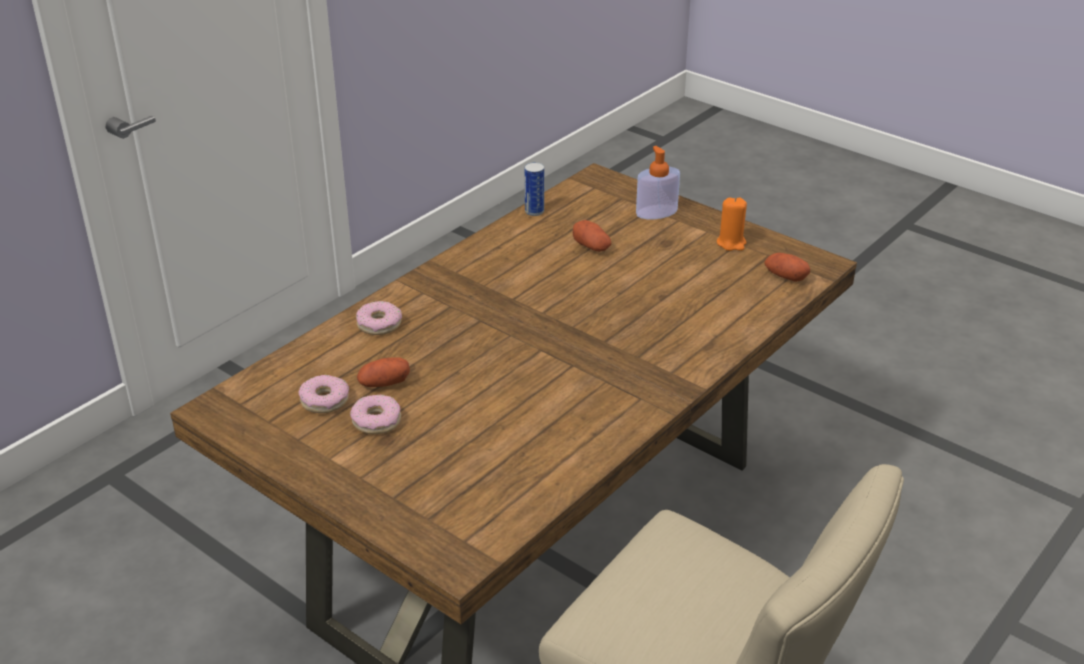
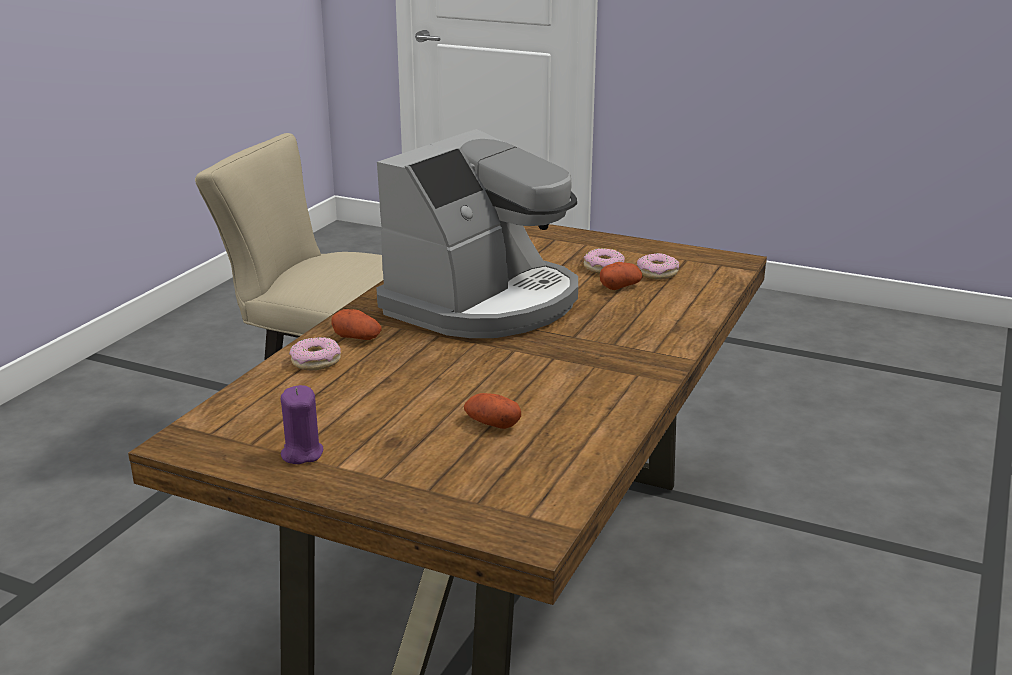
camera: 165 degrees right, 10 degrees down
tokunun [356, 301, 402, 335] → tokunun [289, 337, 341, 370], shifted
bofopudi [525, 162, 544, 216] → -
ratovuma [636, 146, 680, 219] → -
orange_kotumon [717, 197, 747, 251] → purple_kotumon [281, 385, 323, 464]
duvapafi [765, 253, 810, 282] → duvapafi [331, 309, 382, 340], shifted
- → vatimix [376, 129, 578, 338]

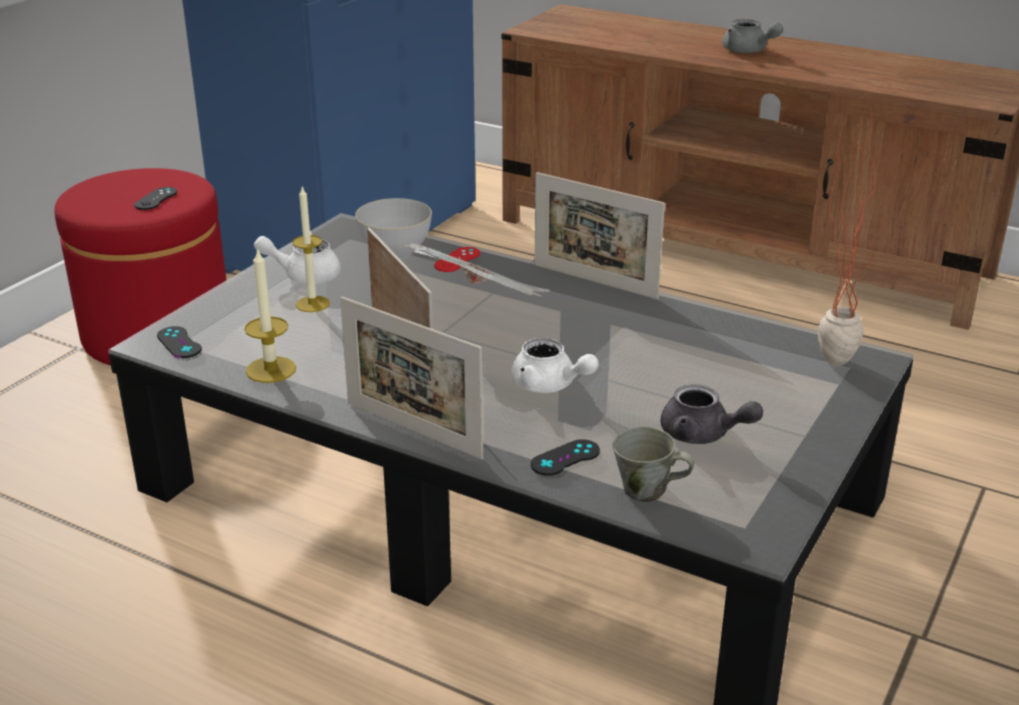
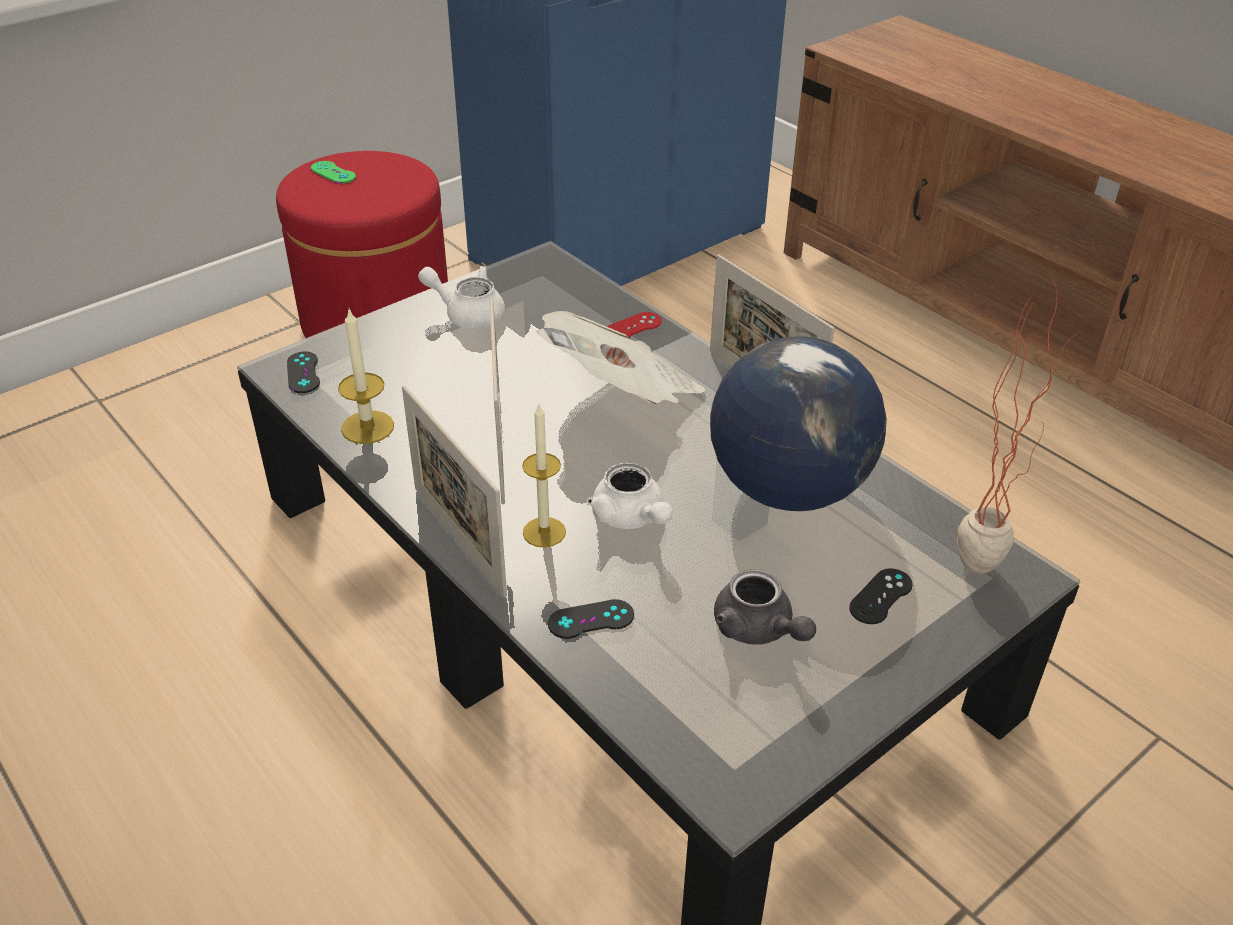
camera: 20 degrees right, 10 degrees up
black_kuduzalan [134, 187, 177, 210] → black_kuduzalan [849, 568, 913, 624], shifted
kotumon [292, 186, 330, 312] → kotumon [522, 405, 566, 548], shifted
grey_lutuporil [355, 198, 432, 259] → -
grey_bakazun [613, 427, 694, 502] → -
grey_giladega [722, 19, 783, 53] → -
- → green_kuduzalan [311, 161, 356, 183]
- → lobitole [710, 336, 887, 511]

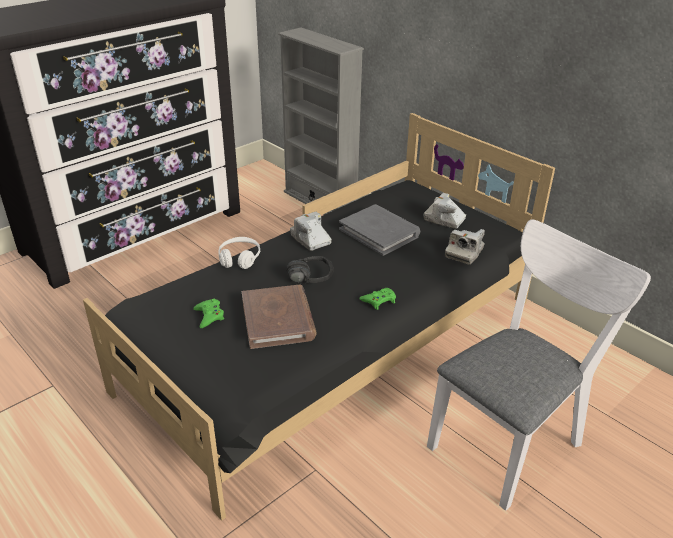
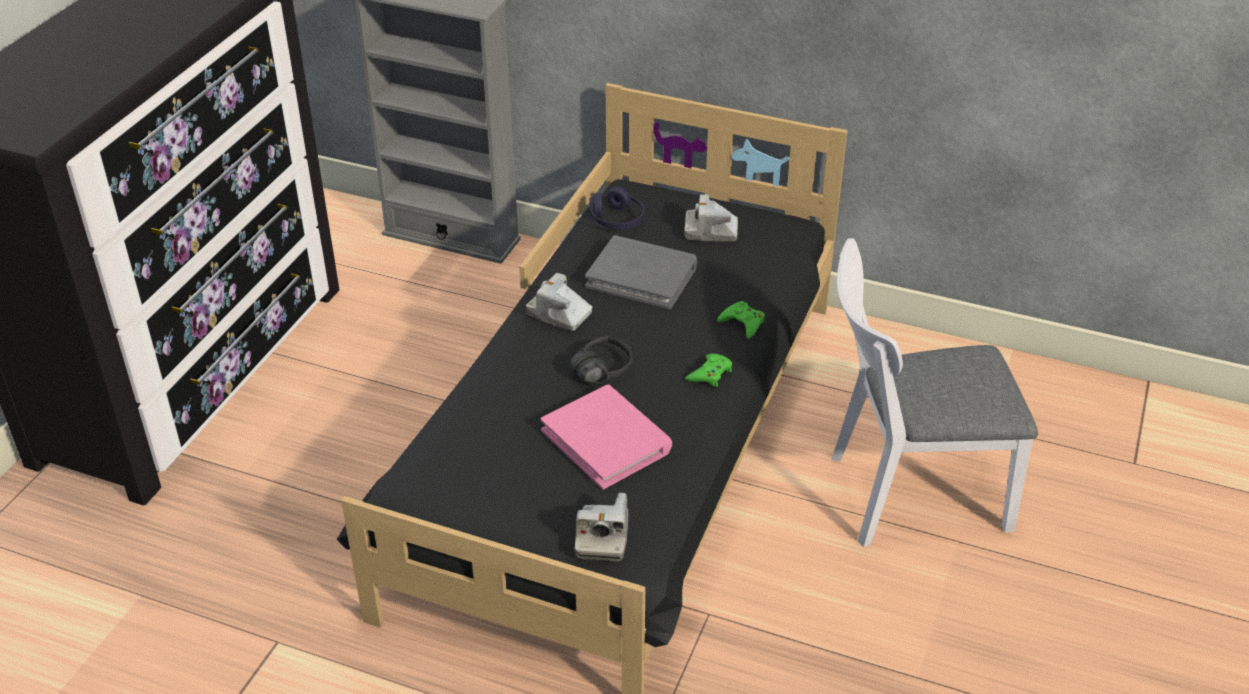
camera: 25 degrees left, 5 degrees up
green_kuduzalan [193, 299, 224, 328] → green_kuduzalan [717, 301, 765, 339], shifted
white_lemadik [218, 237, 260, 269] → -
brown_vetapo [242, 285, 316, 349] → pink_vetapo [541, 385, 672, 489]
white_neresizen [427, 219, 651, 511] → white_neresizen [831, 238, 1038, 547], 120 degrees counterclockwise
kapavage [445, 229, 485, 265] → kapavage [575, 493, 629, 561], shifted
- → purple_lemadik [590, 186, 645, 229]

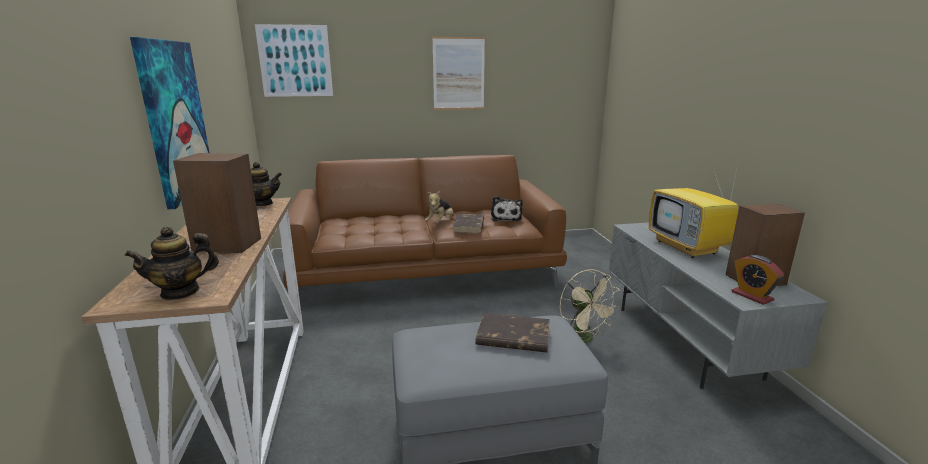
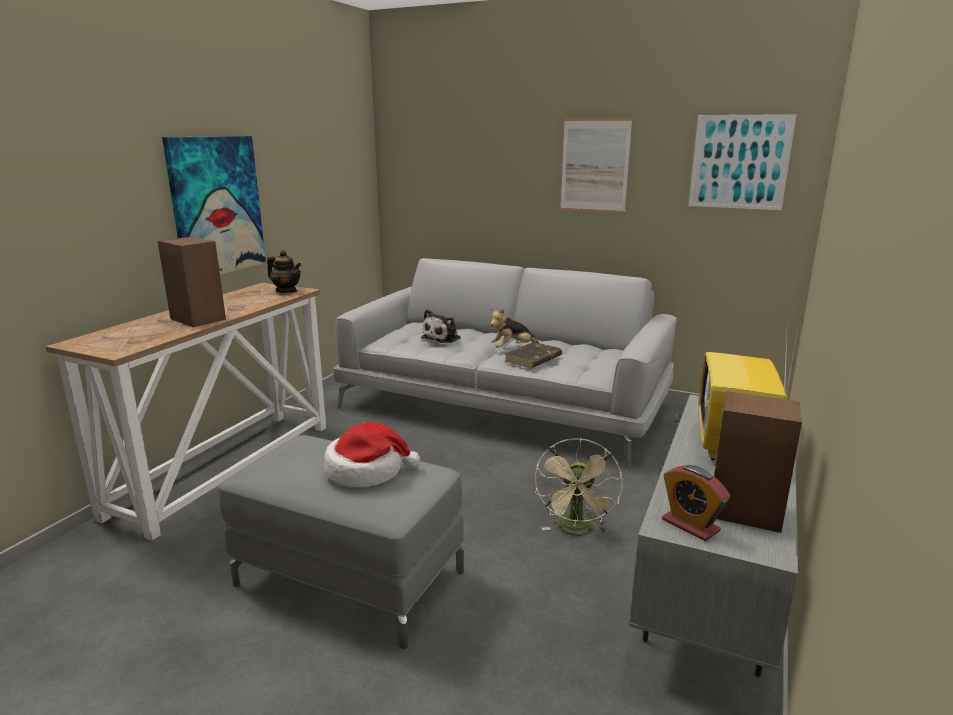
camera: 35 degrees right, 0 degrees up
giladega [125, 226, 219, 300] → -
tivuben [255, 24, 333, 97] → tivuben [689, 114, 797, 210], shifted
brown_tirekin [283, 155, 567, 291] → grey_tirekin [334, 258, 677, 467]
brown_vetapo [475, 313, 550, 353] → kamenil [324, 422, 420, 488]
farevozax [491, 196, 523, 221] → farevozax [421, 309, 461, 343], shifted
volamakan [731, 255, 784, 305] → volamakan [662, 465, 730, 541], 45 degrees counterclockwise

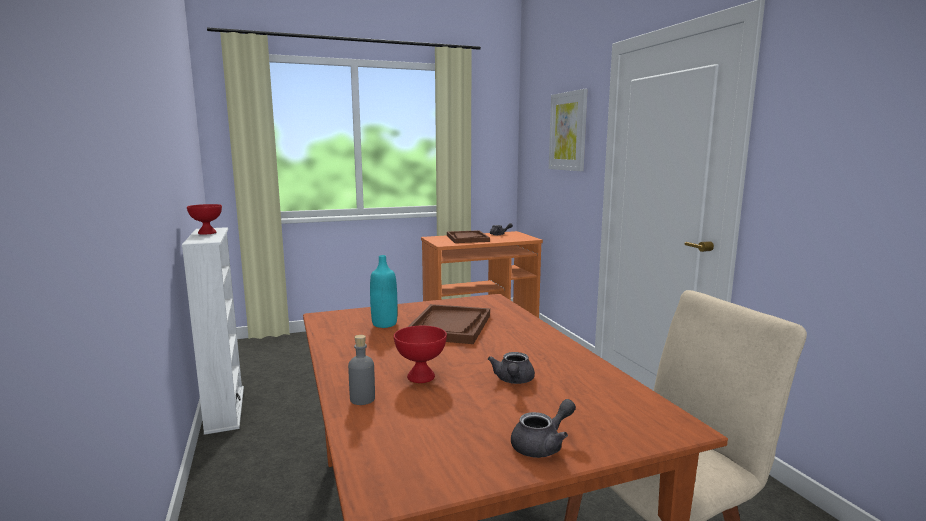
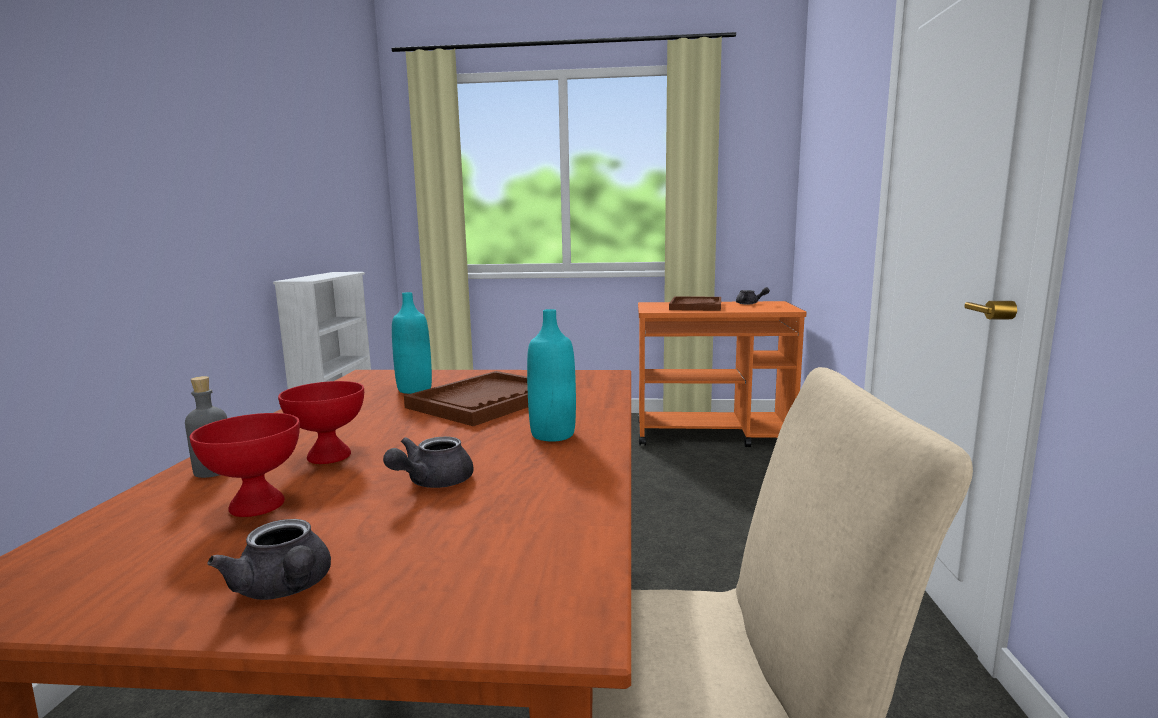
camera: 25 degrees right, 0 degrees up
red_lutuporil [187, 204, 222, 235] → red_lutuporil [190, 413, 300, 517], shifted
grey_giladega [511, 399, 576, 458] → grey_giladega [207, 519, 331, 600], 60 degrees clockwise
tivuben [549, 89, 588, 171] → -
- → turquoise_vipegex [527, 309, 576, 442]

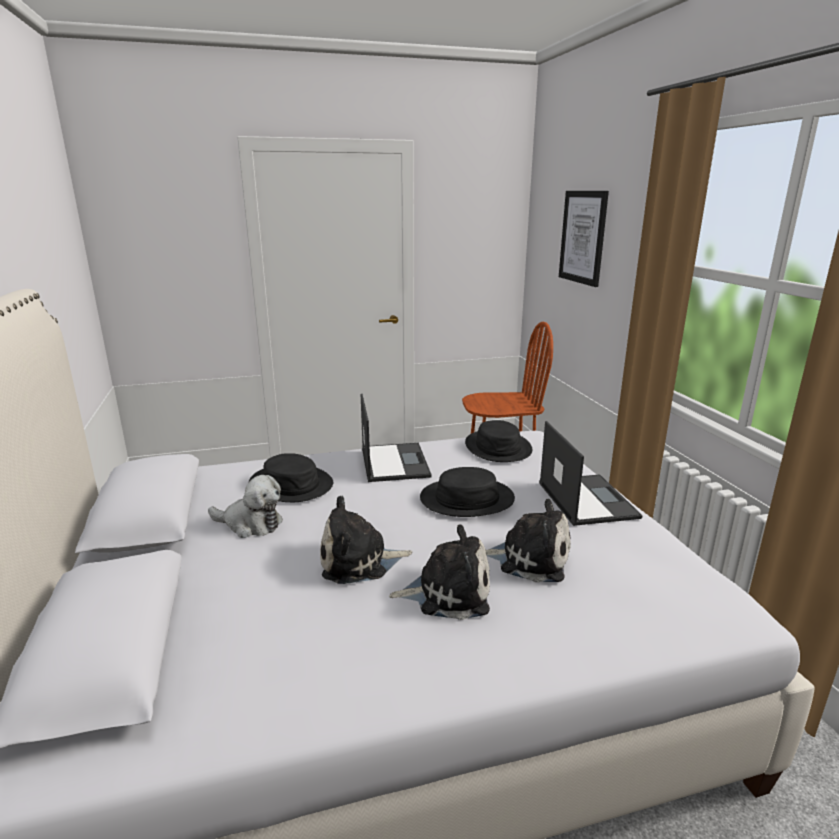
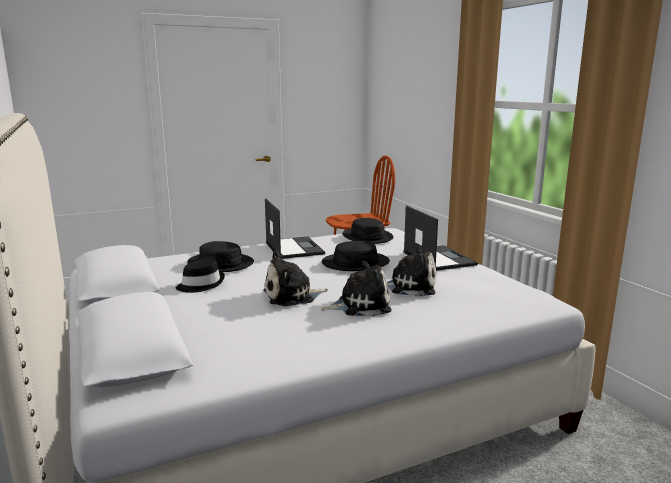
camera: 10 degrees left, 5 degrees down
farevozax [208, 475, 283, 538] → black_kamenil [176, 258, 225, 293]
tivuben [559, 191, 609, 287] → -

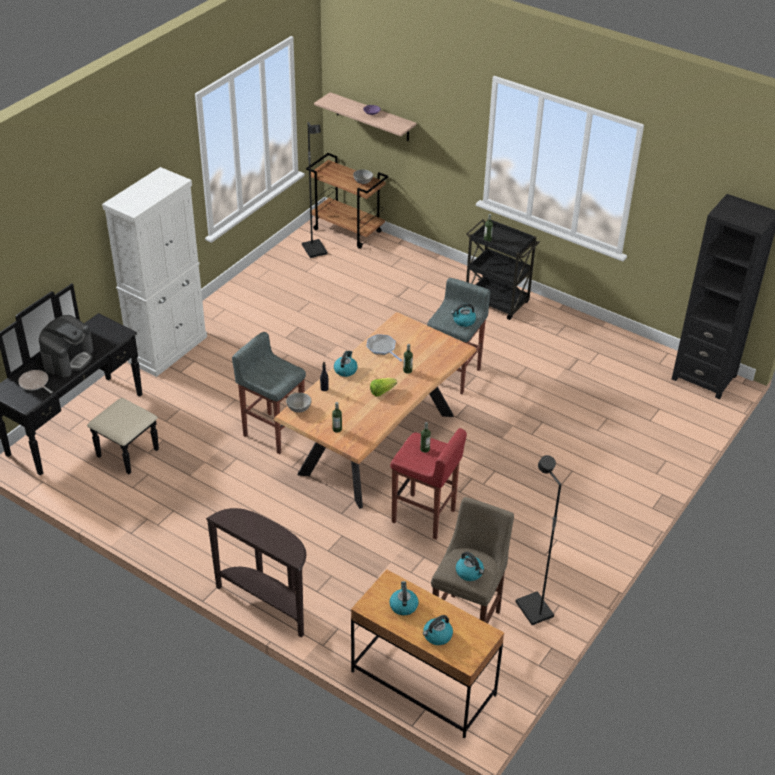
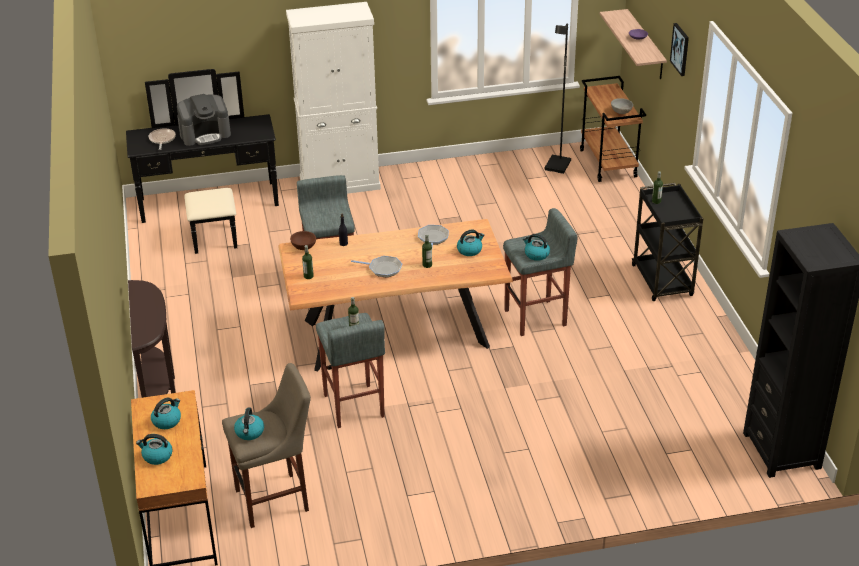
camera: 45 degrees right, 5 degrees down
grey_lutuporil [286, 393, 312, 413] → brown_lutuporil [290, 231, 316, 250]
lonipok [334, 351, 358, 377] → lonipok [457, 230, 484, 256], shifted
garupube [370, 378, 397, 397] → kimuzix [351, 256, 402, 278]
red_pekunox [390, 428, 467, 539] → grey_pekunox [316, 313, 385, 428]
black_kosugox [515, 455, 562, 625] → -
- → tivuben [670, 23, 689, 76]

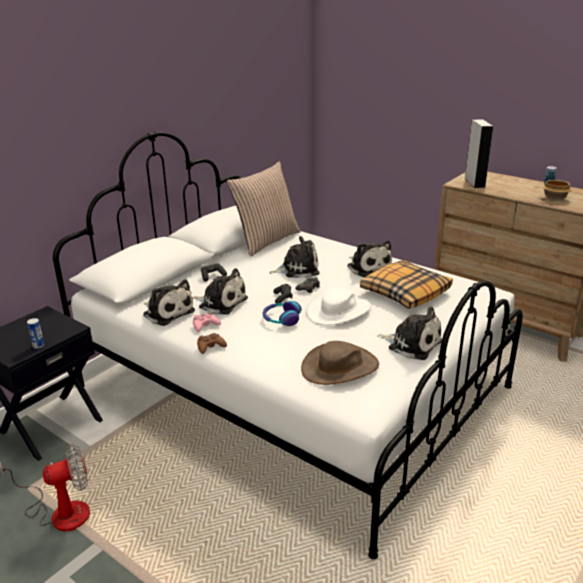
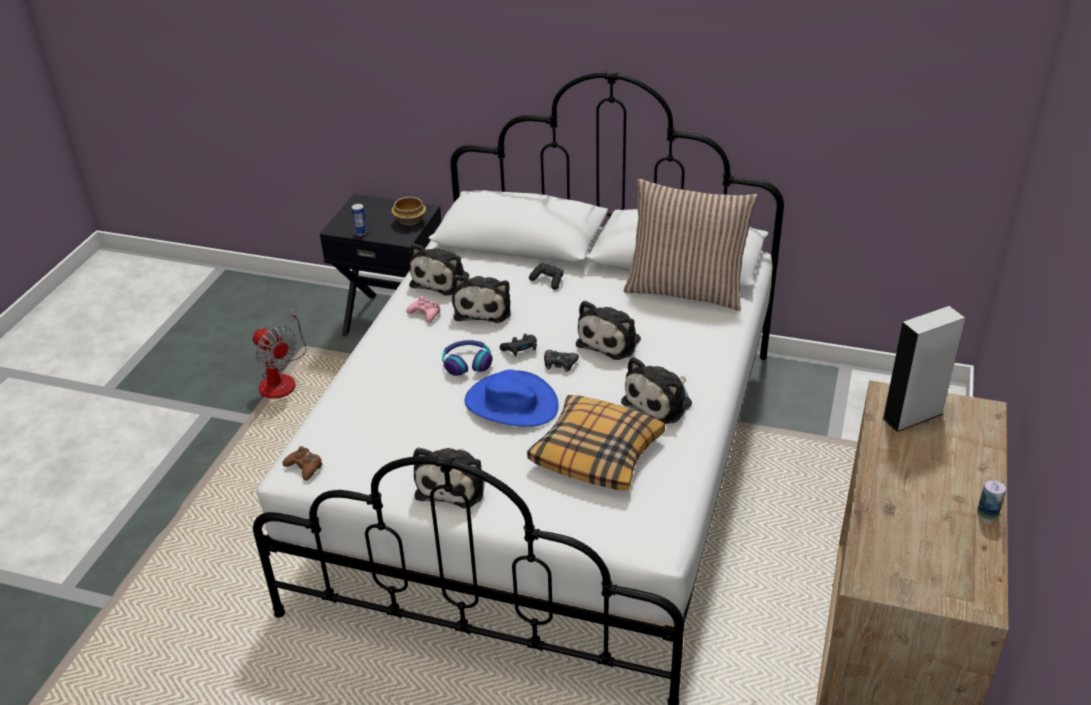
camera: 70 degrees right, 10 degrees up
brown_kuduzalan [197, 333, 227, 354] → brown_kuduzalan [282, 446, 322, 480], shifted
farevozax [269, 236, 320, 278] → farevozax [576, 301, 641, 360], 60 degrees clockwise
brown_kamenil [301, 341, 379, 385] → -
white_kamenil [307, 288, 371, 325] → blue_kamenil [465, 369, 559, 427]
lutuporil [543, 180, 571, 200] → lutuporil [392, 197, 426, 226], shifted

